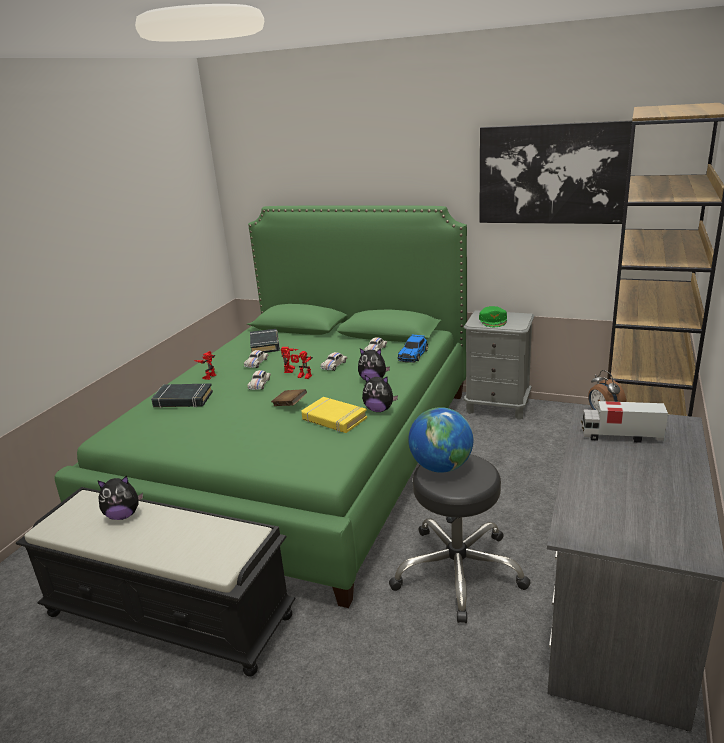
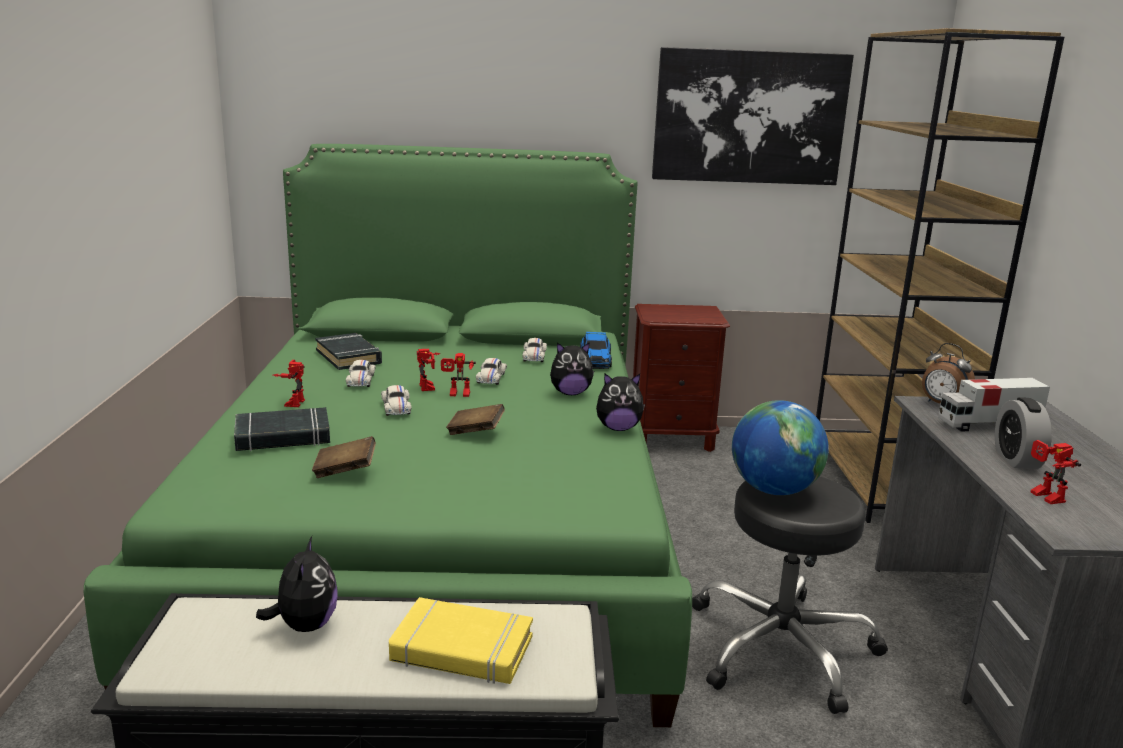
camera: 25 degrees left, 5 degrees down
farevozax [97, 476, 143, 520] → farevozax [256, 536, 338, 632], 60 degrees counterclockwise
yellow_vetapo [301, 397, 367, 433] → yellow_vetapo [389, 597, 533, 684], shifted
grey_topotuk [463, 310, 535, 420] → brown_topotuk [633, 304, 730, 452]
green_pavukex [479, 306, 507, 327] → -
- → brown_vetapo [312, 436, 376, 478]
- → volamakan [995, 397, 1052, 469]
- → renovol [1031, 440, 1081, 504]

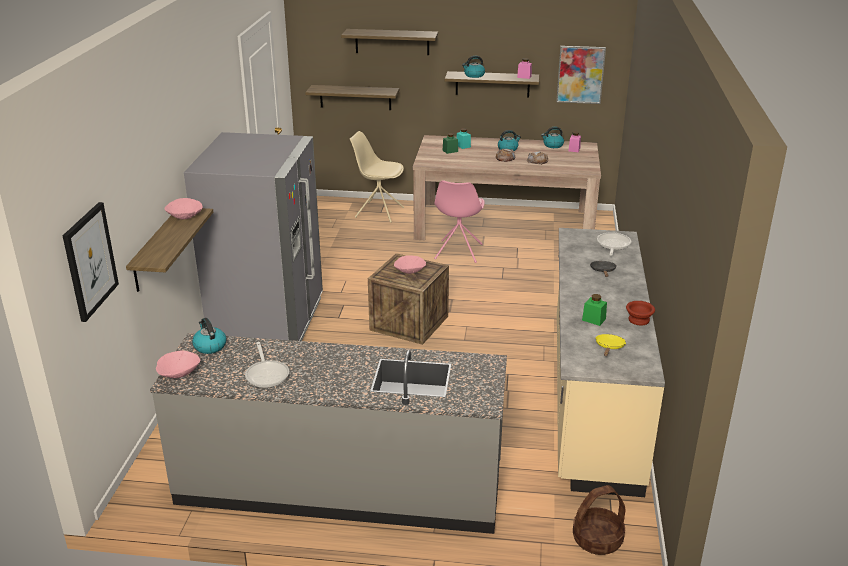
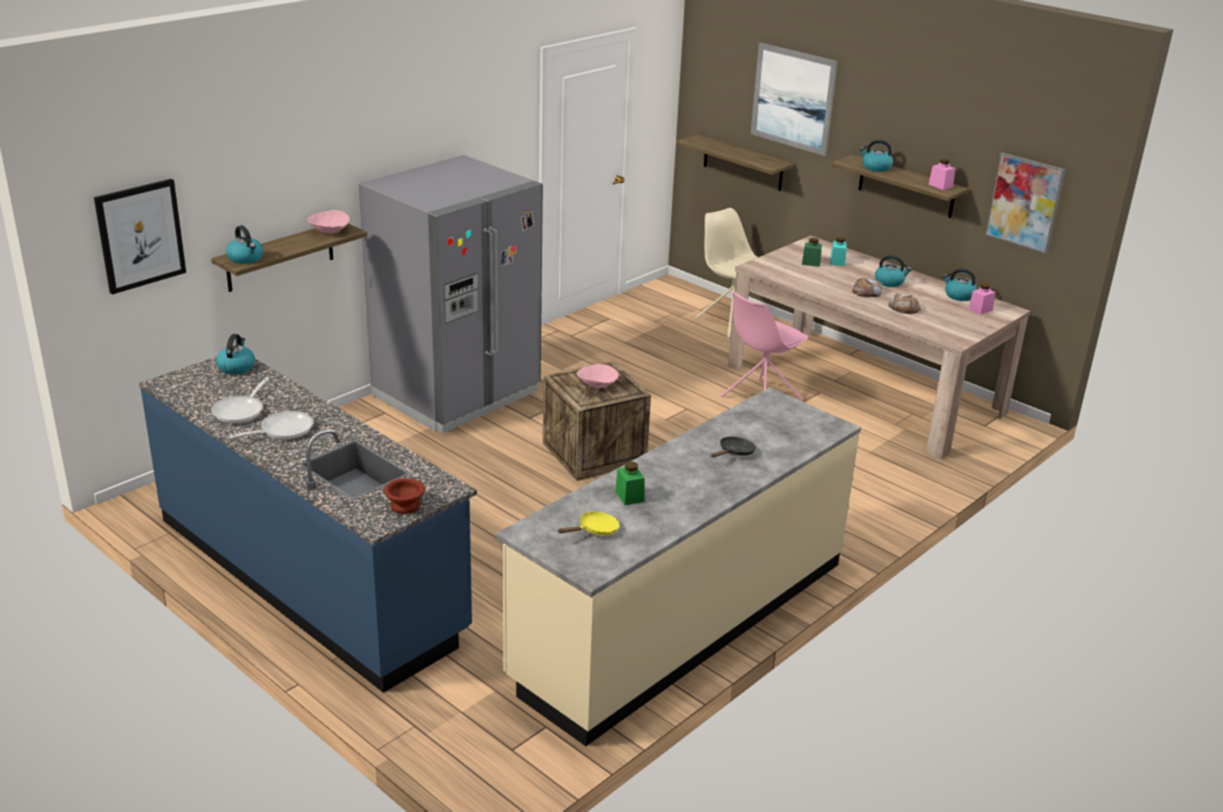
camera: 35 degrees right, 0 degrees up
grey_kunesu [150, 333, 507, 534] → blue_kunesu [139, 356, 477, 693]
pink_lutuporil [156, 351, 200, 378] → -
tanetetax [341, 29, 438, 55] → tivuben [751, 43, 838, 156]
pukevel [573, 485, 625, 555] → -
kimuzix [597, 232, 631, 256] → kimuzix [229, 411, 314, 440], shifted
brown_lutuporil [626, 301, 655, 325] → brown_lutuporil [384, 478, 425, 514], shifted
- → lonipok [226, 225, 263, 264]

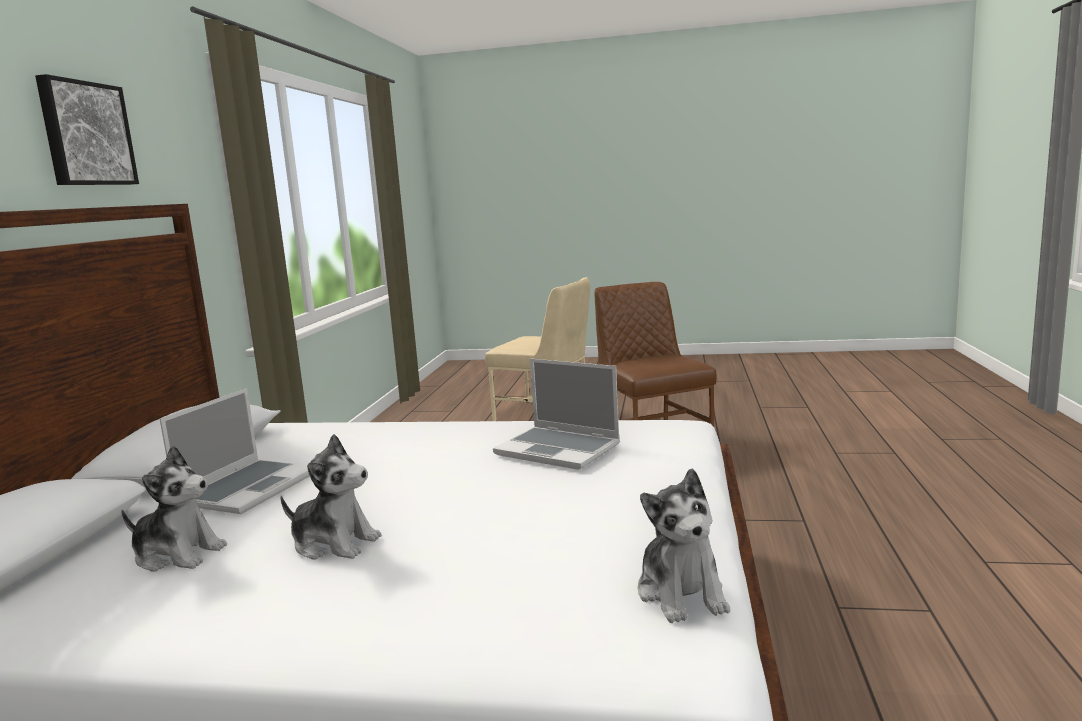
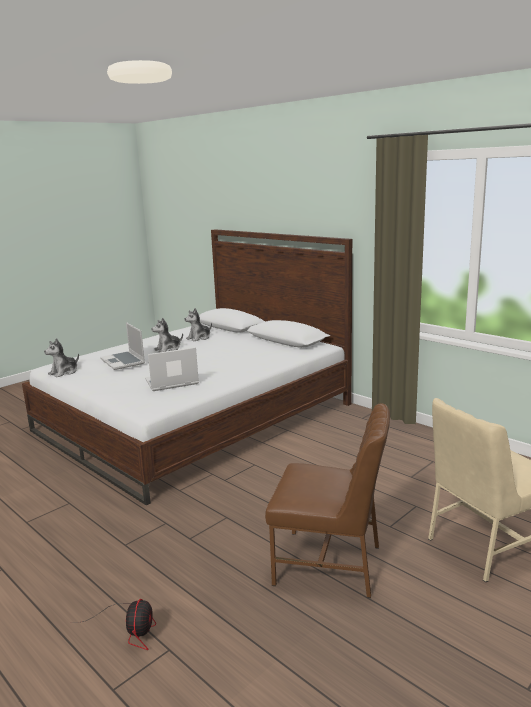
camera: 125 degrees right, 5 degrees up
tivuben [35, 74, 139, 185] → -
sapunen [160, 388, 310, 514] → sapunen [100, 322, 145, 370], shifted
farevozax [638, 469, 730, 623] → farevozax [44, 338, 79, 377], 75 degrees counterclockwise
- → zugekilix [70, 599, 156, 650]

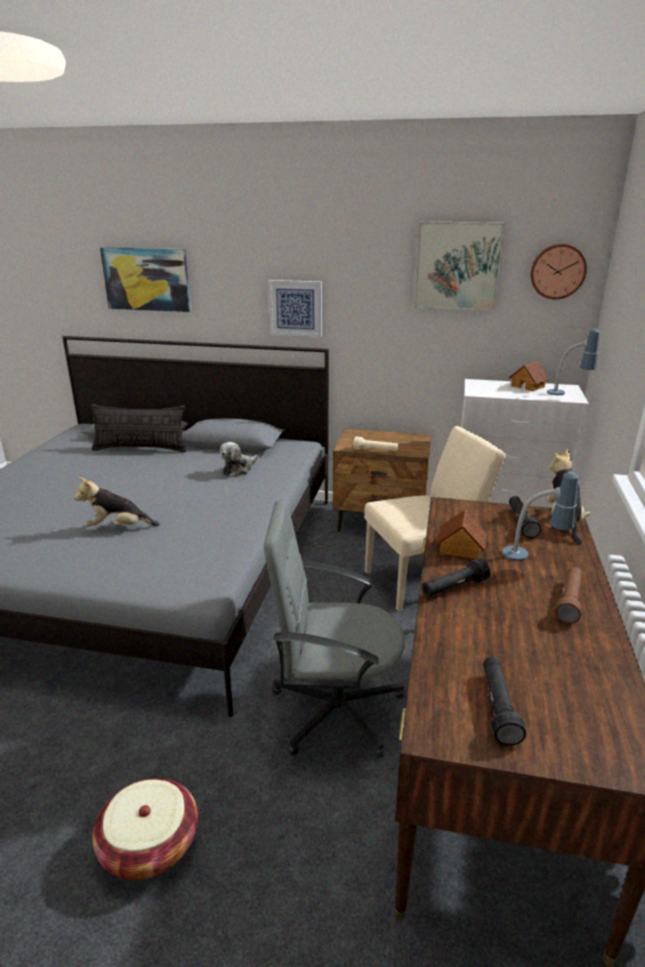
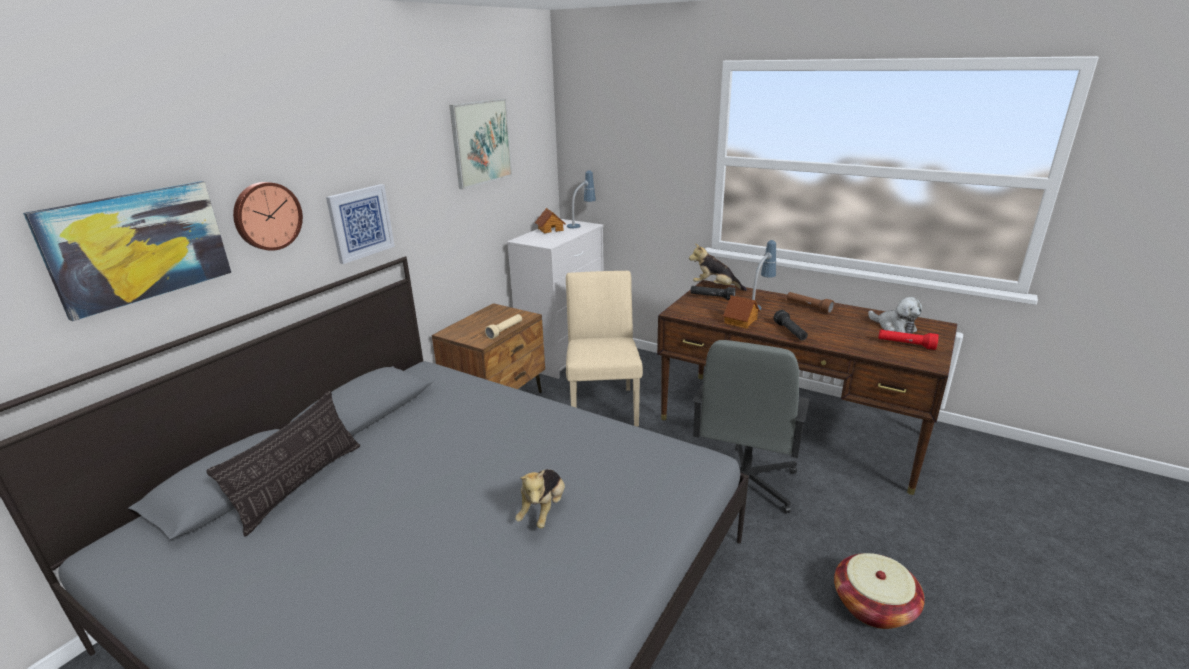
camera: 70 degrees left, 0 degrees up
farevozax [220, 442, 258, 477] → farevozax [868, 297, 923, 334], shifted
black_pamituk [483, 657, 526, 746] → red_pamituk [878, 329, 939, 350]
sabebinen [530, 244, 587, 300] → sabebinen [233, 182, 303, 251], shifted

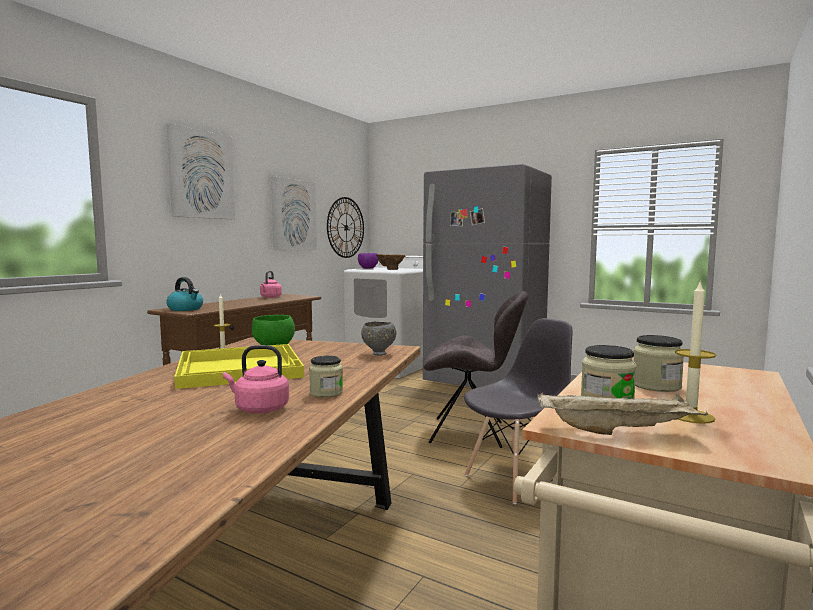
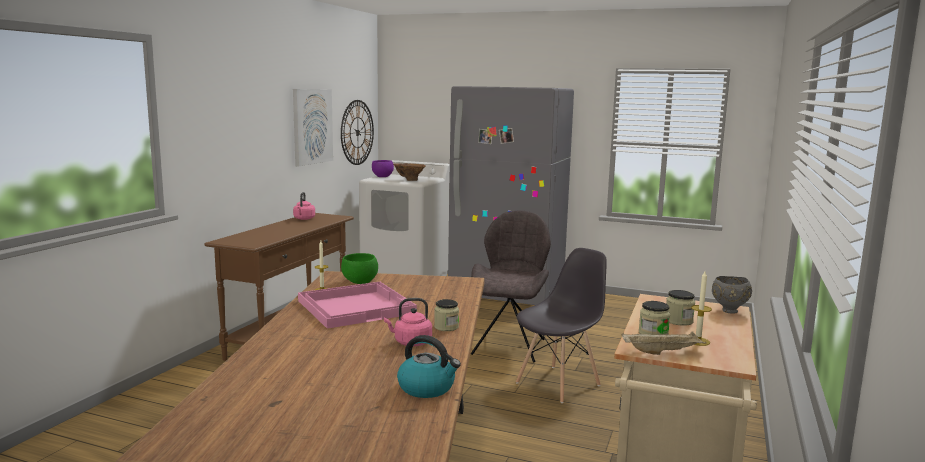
camera: 10 degrees left, 5 degrees up
lonipok [166, 277, 203, 311] → lonipok [397, 335, 461, 398], shifted
tivuben [167, 124, 235, 219] → -
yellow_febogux [174, 344, 304, 389] → pink_febogux [298, 282, 417, 329]
grey_lutuporil [361, 322, 397, 356] → grey_lutuporil [712, 276, 752, 314], shifted
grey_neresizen [423, 291, 528, 448] → grey_neresizen [471, 210, 551, 362], 75 degrees counterclockwise

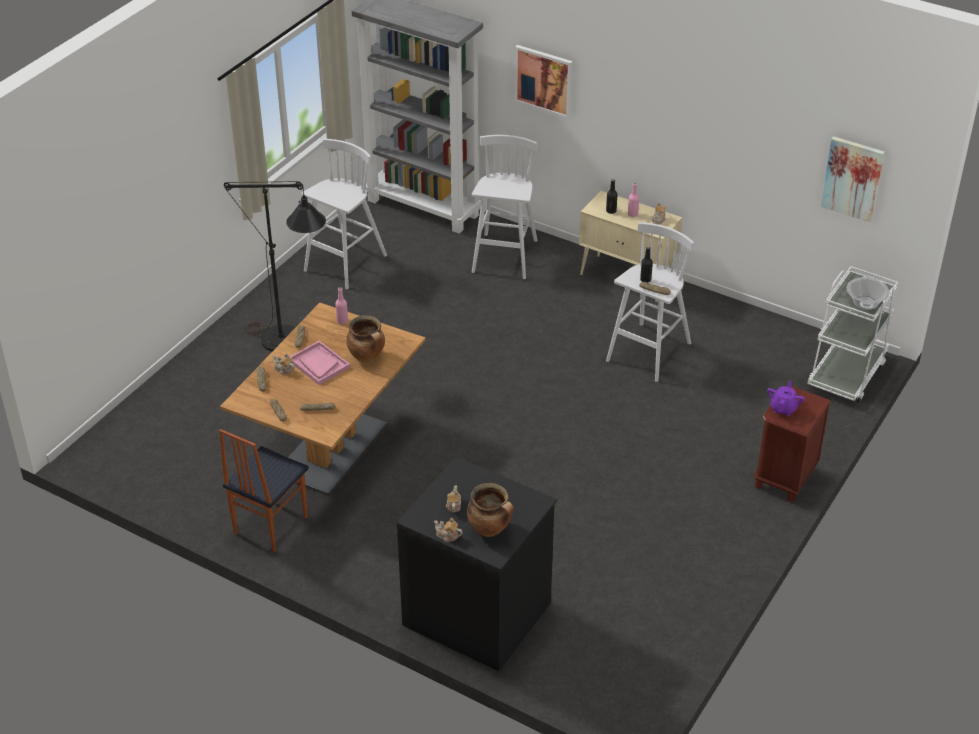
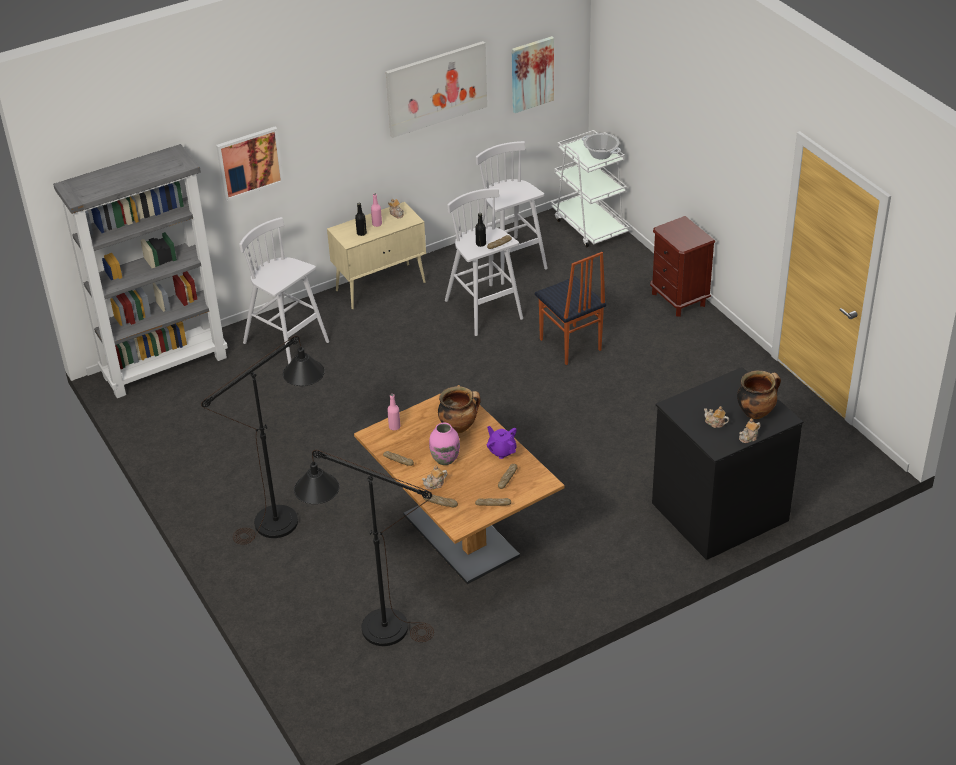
camera: 60 degrees left, 0 degrees up
neresizen [219, 429, 309, 553] → neresizen [535, 252, 606, 365], shifted
pink_febogux [290, 341, 350, 385] → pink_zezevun [429, 423, 460, 465]
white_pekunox [302, 139, 387, 289] → white_pekunox [476, 141, 548, 285], shifted
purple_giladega [767, 381, 805, 416] → purple_giladega [487, 426, 517, 459], shifted
- → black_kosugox [294, 450, 434, 646]
- → tivuben [386, 41, 487, 138]

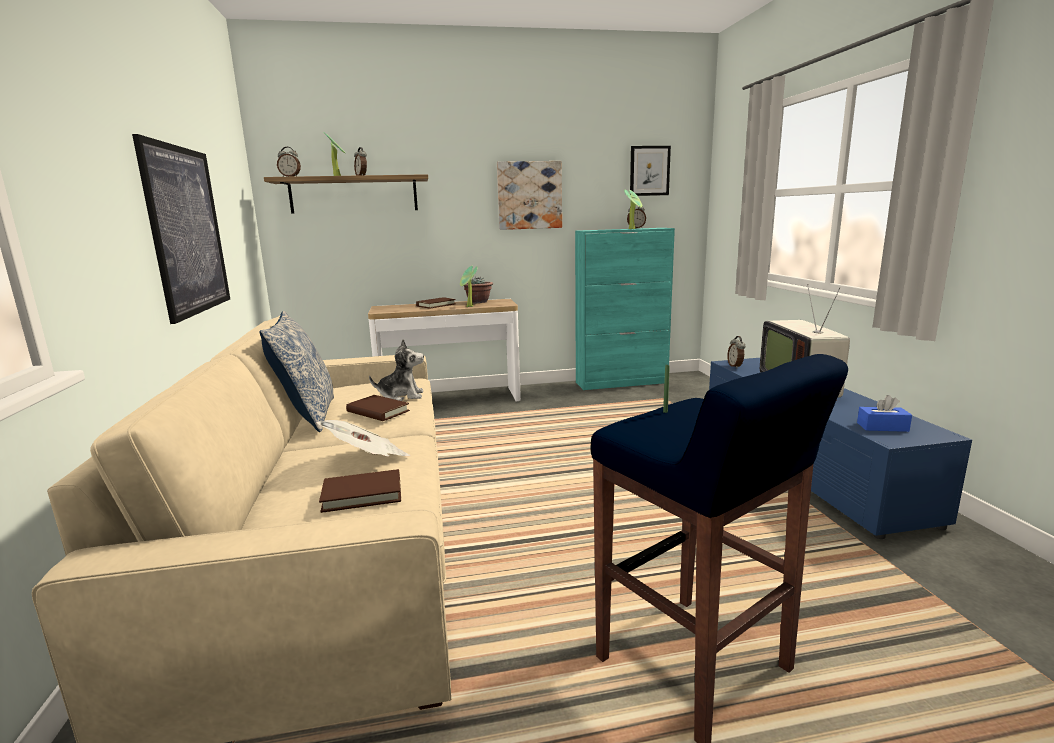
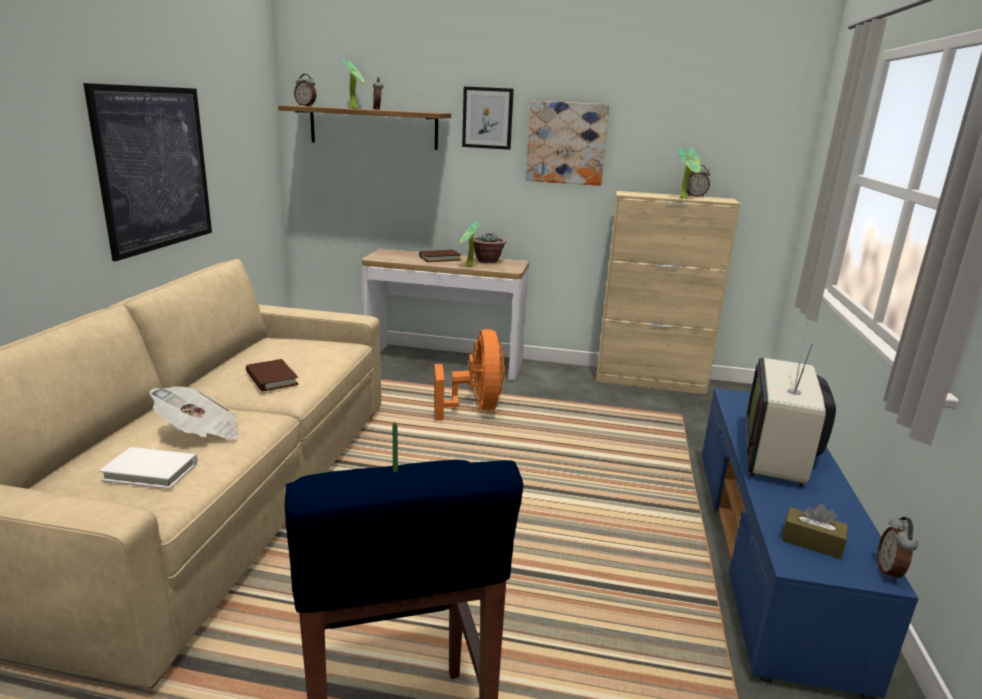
camera: 20 degrees right, 5 degrees up
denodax [259, 311, 334, 432] → -
brown_vetapo [319, 469, 401, 513] → white_vetapo [99, 447, 198, 489]
farevozax [369, 339, 424, 401] → -
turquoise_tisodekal [575, 228, 675, 390] → beige_tisodekal [596, 191, 740, 394]
tivuben [630, 146, 671, 196] → tivuben [462, 87, 514, 150], shifted
volamakan [727, 336, 745, 368] → volamakan [877, 517, 918, 581], shifted
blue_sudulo [857, 395, 912, 432] → brown_sudulo [782, 504, 848, 559]
- → orange_zugekilix [434, 329, 505, 421]

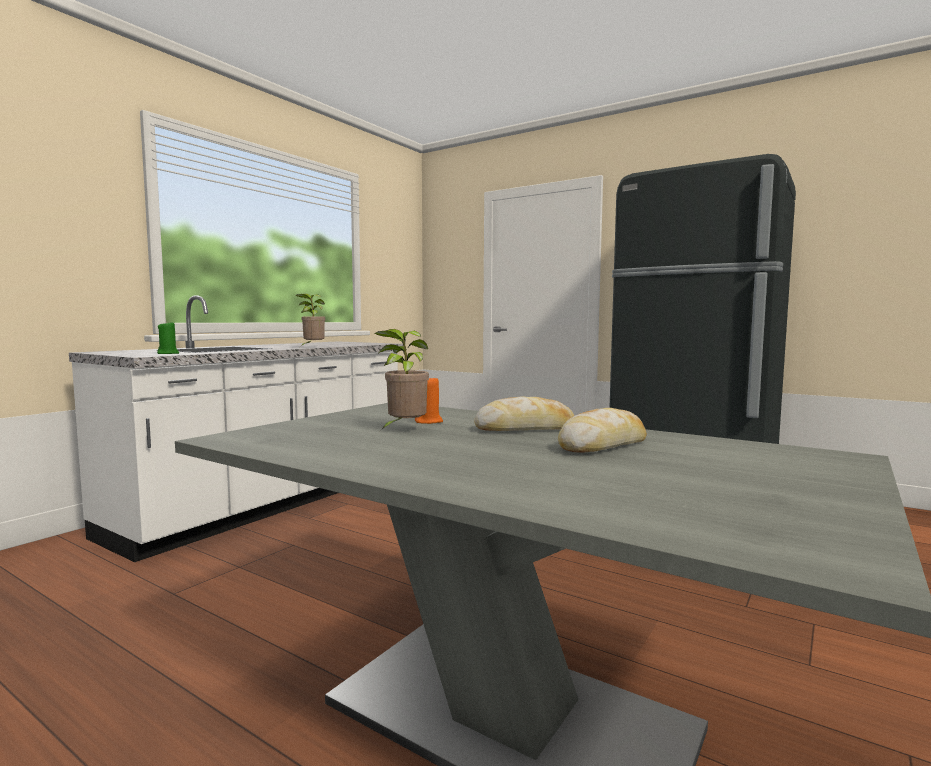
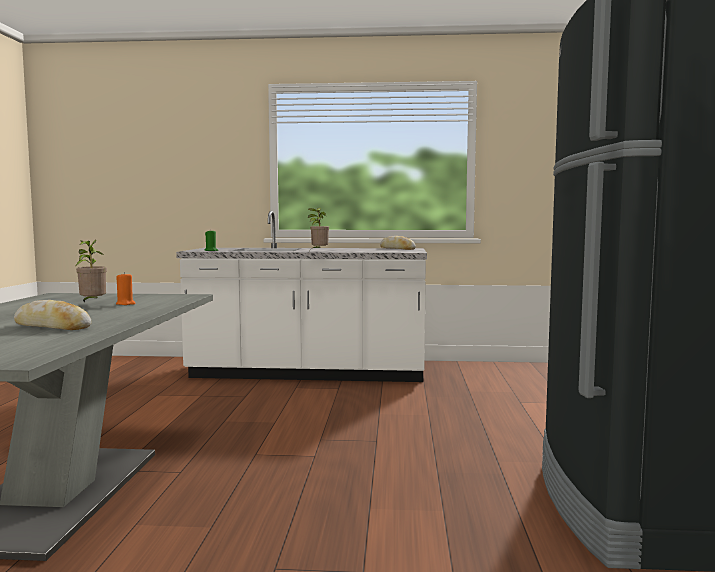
camera: 60 degrees right, 0 degrees up
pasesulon [474, 397, 575, 431] → pasesulon [380, 236, 416, 250], shifted

